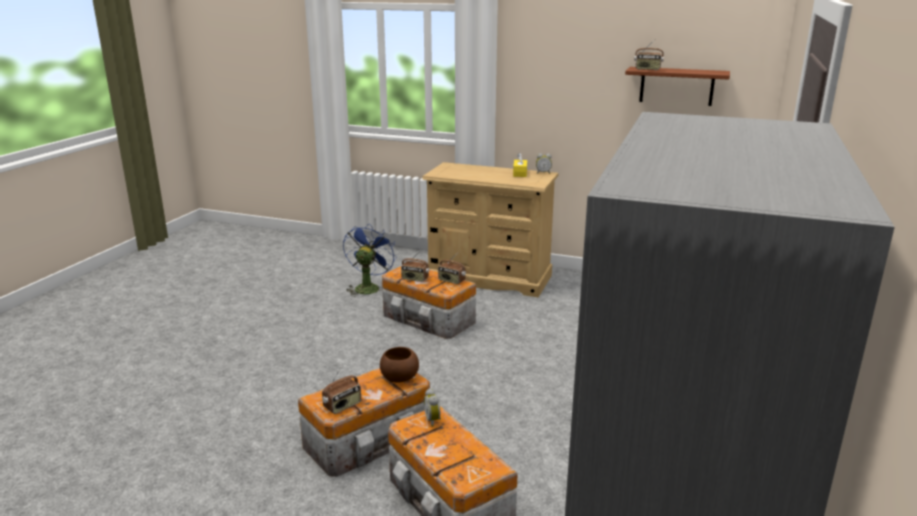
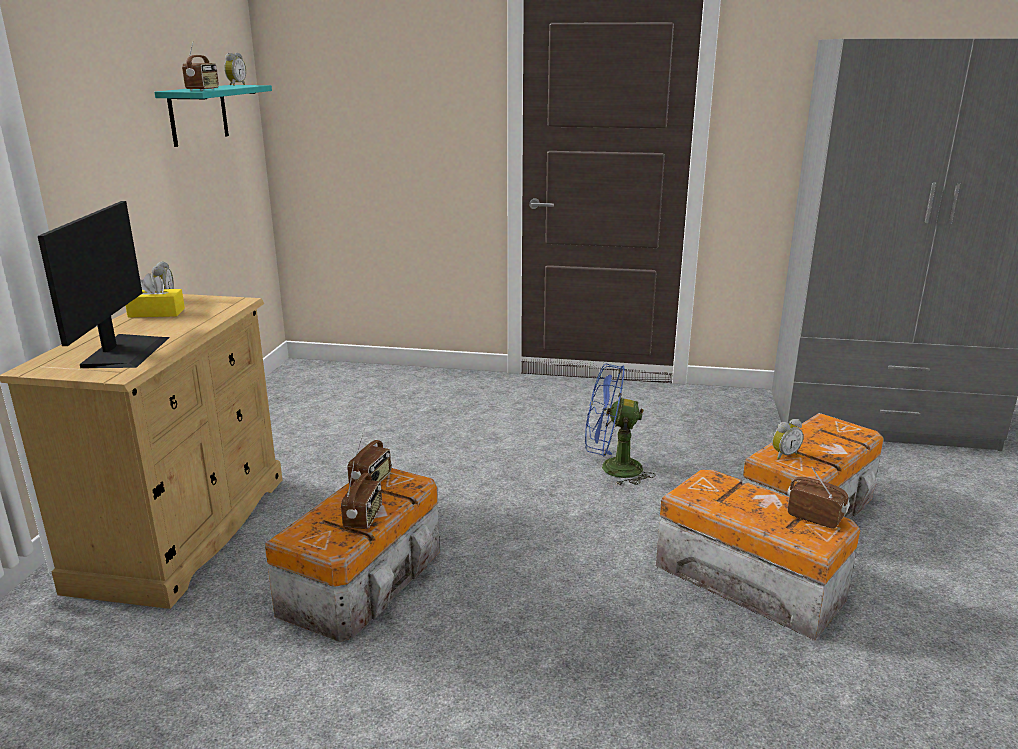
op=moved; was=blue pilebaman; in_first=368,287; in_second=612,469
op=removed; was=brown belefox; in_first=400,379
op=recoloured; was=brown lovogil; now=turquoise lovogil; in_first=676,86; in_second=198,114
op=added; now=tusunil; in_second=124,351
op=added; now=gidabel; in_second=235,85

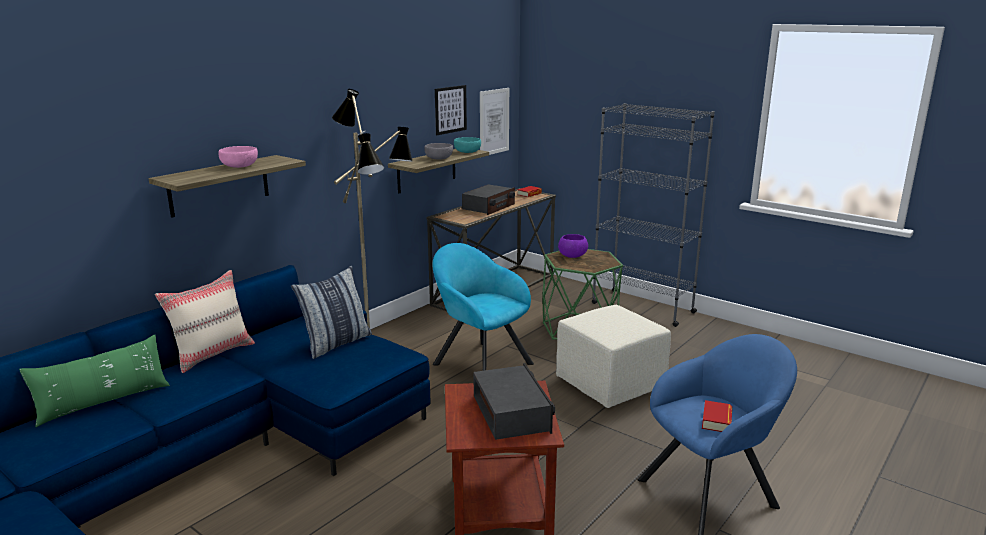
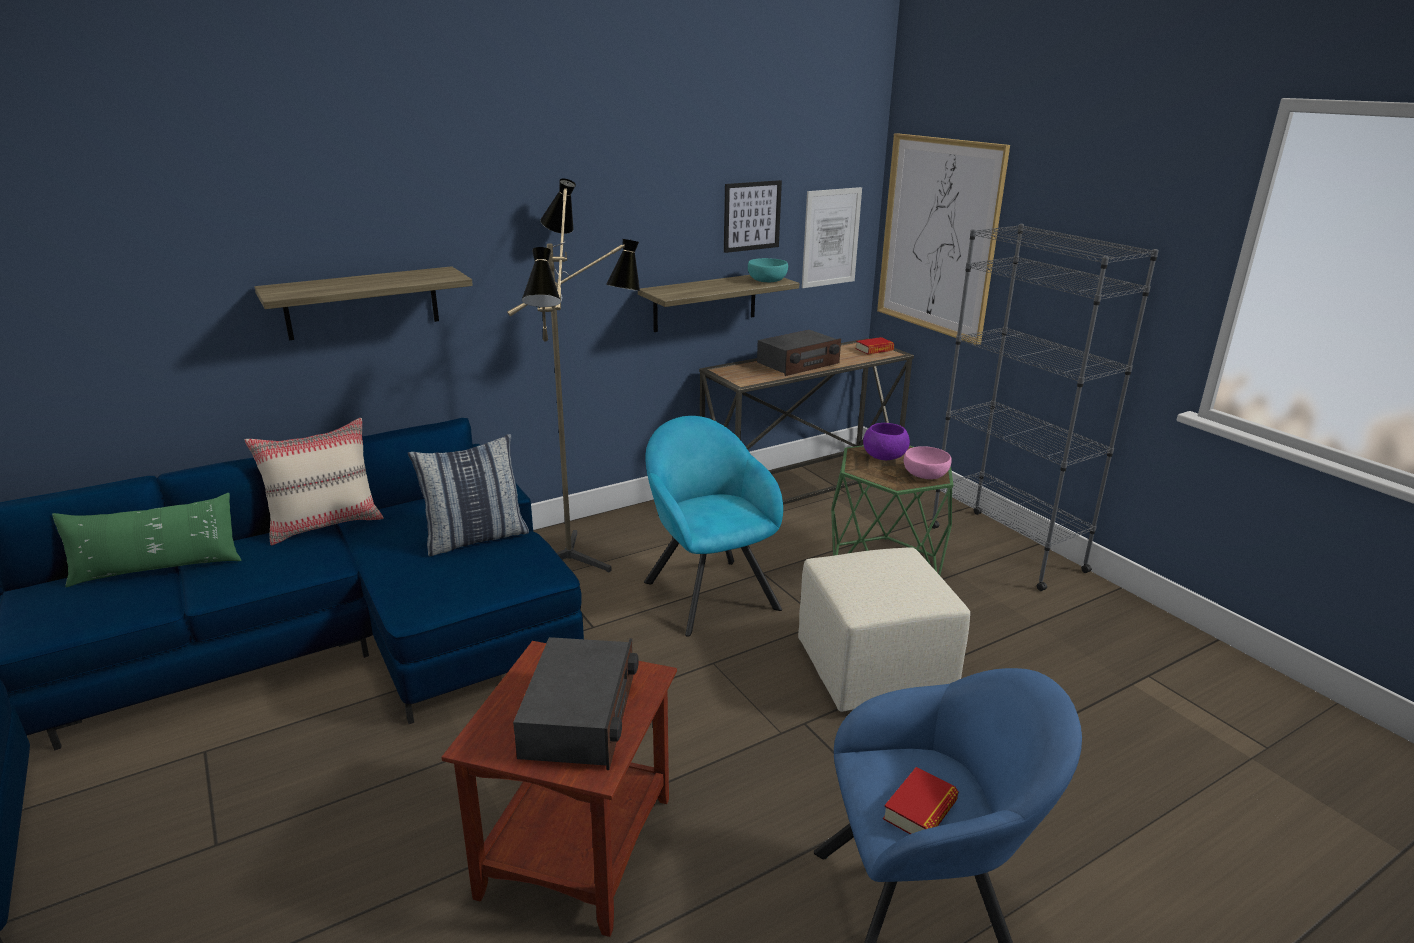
op=moved; was=pink belefox; in_first=239,166; in_second=925,474
op=removed; was=grey belefox; in_first=438,158
op=added; now=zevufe; in_second=938,236

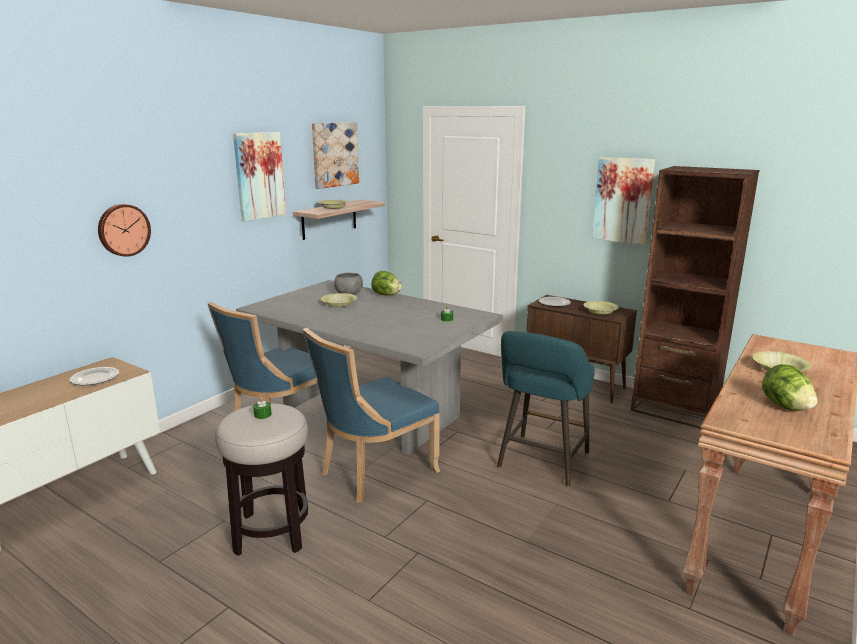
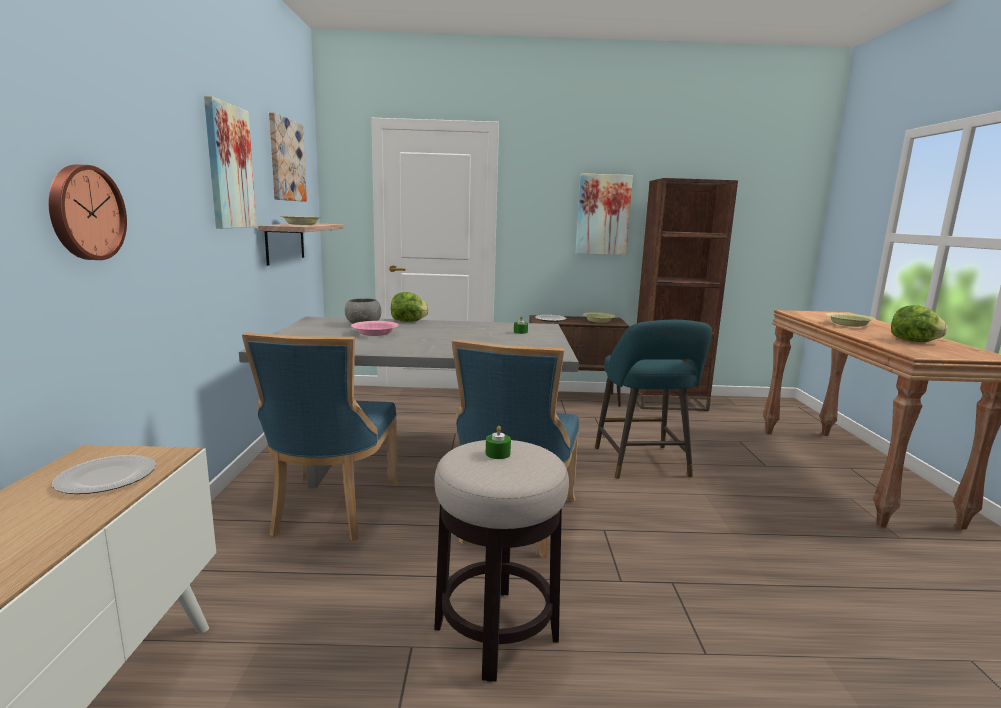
op=recoloured; was=yellow belefox; now=pink belefox; in_first=339,304; in_second=375,333

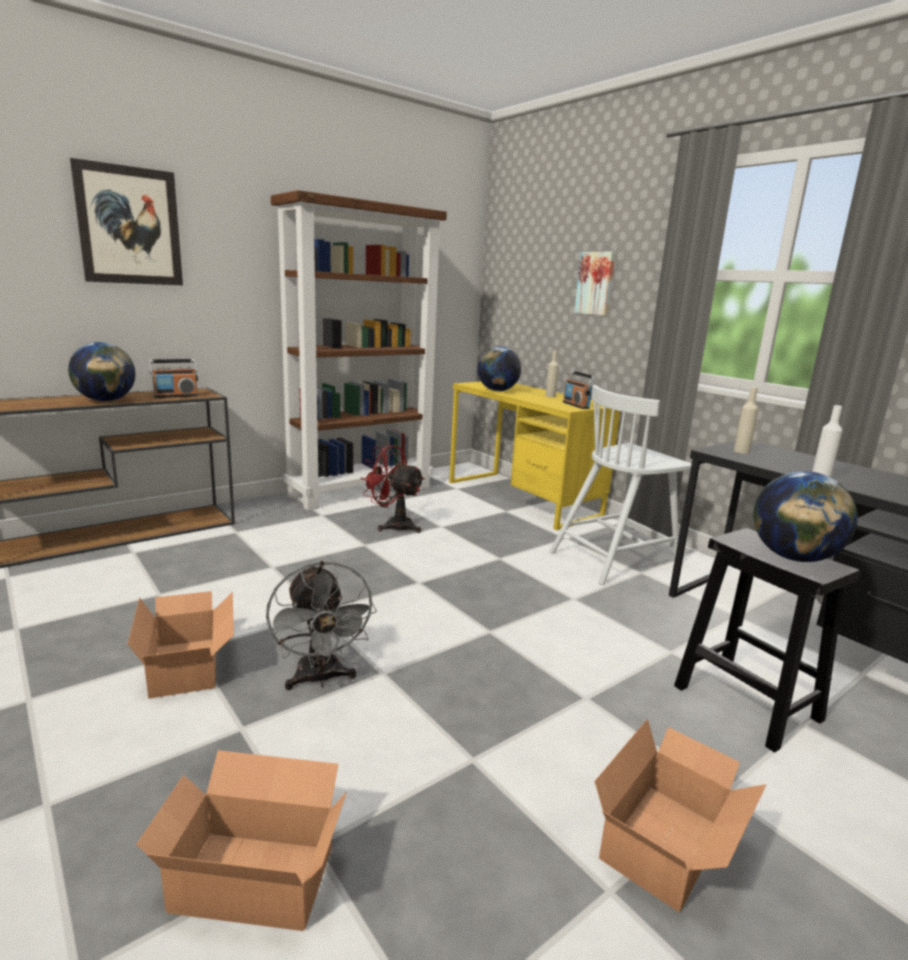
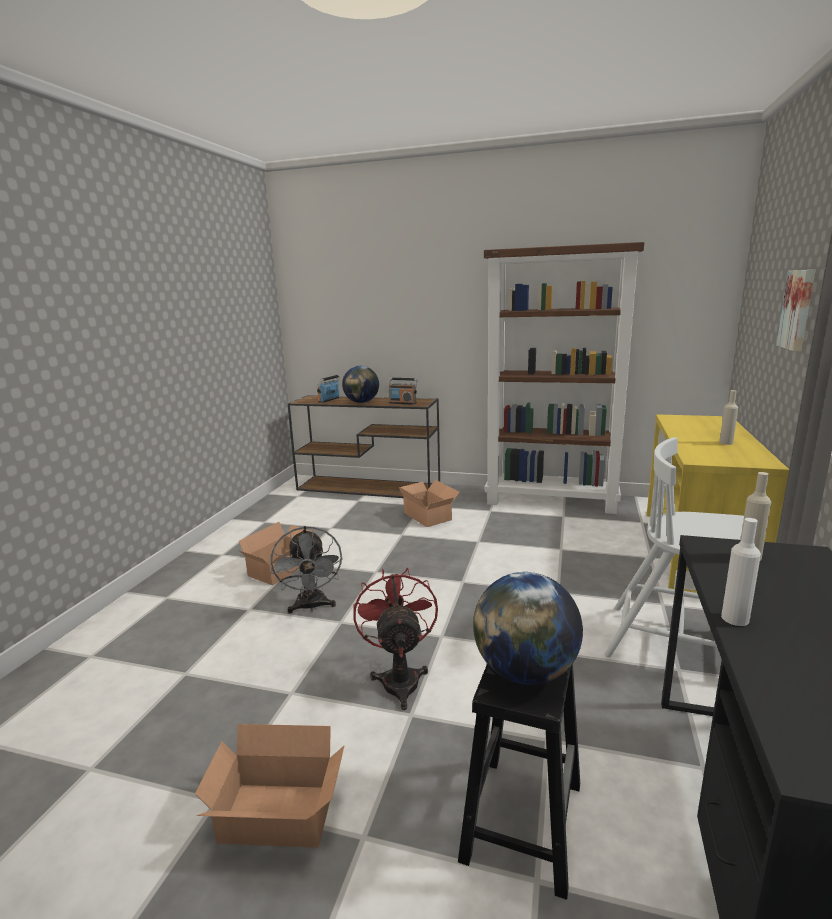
op=removed; was=zevufe; in_first=129,226
op=moved; was=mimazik; in_first=252,872; in_second=428,515
op=turned; was=grey pilebaman; in_first=320,679; in_second=311,607; clockwise=-45
op=moved; was=red pilebaman; in_first=393,525; in_second=399,678
op=removed; was=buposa; in_first=497,390
op=moved; was=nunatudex; in_first=576,405; in_second=329,400

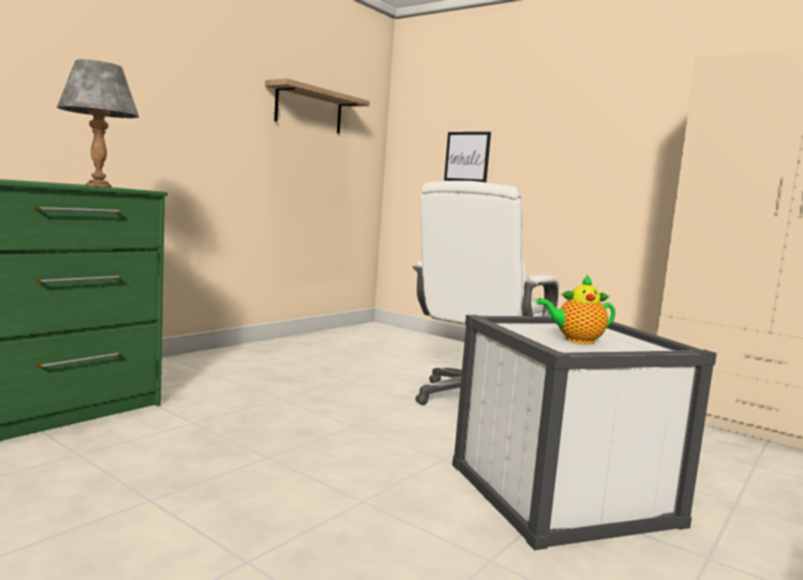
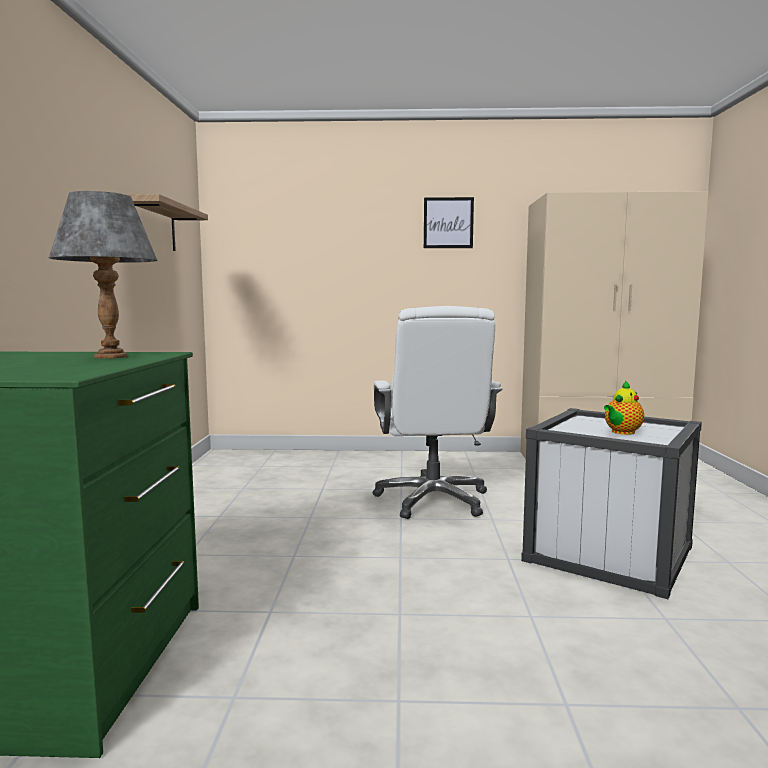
op=moved; was=zevufe; in_first=467,157; in_second=448,223

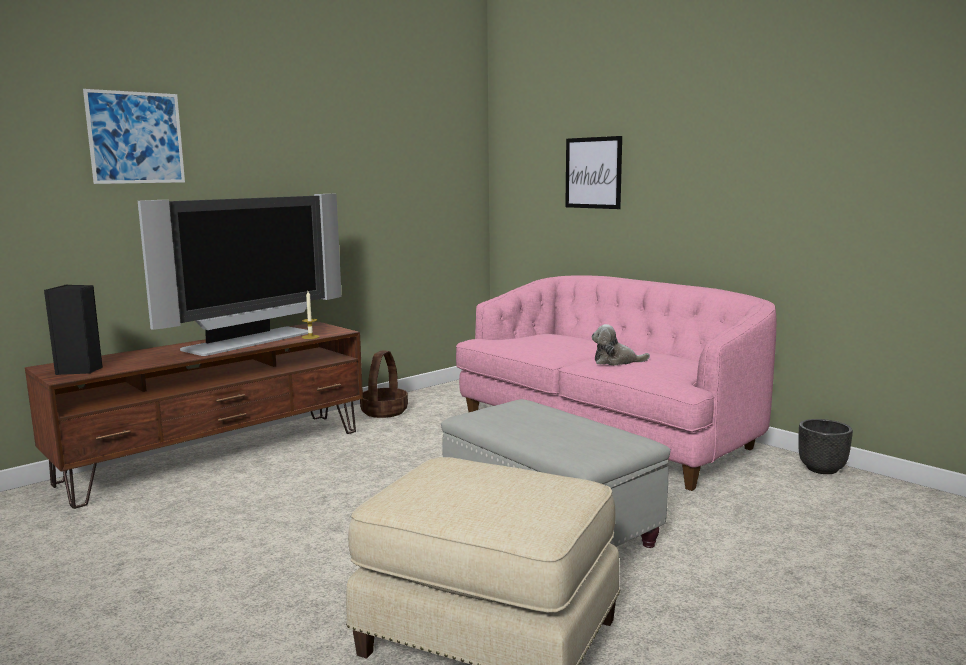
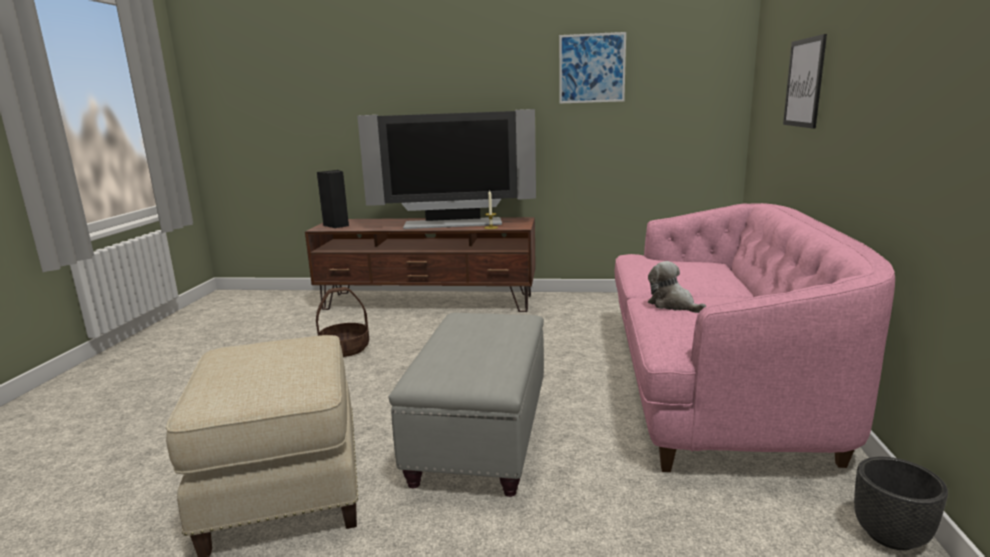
op=moved; was=zevufe; in_first=136,138; in_second=592,68
op=moved; was=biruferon; in_first=384,412; in_second=345,349

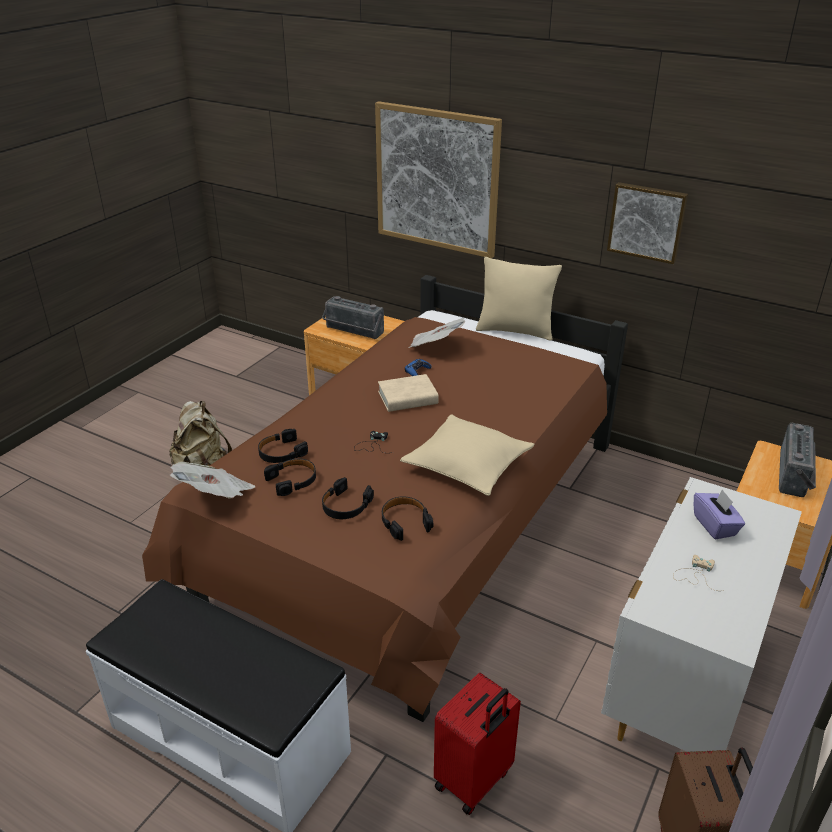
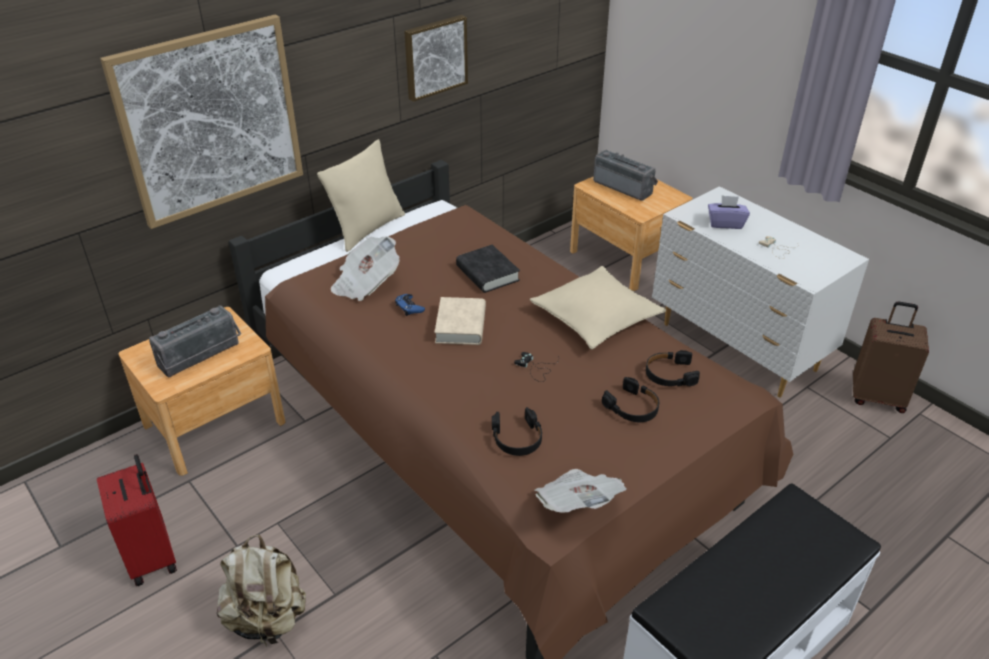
op=removed; was=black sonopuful; in_first=292,481
op=moved; was=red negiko; in_first=474,780; in_second=153,557
op=added; now=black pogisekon; in_second=487,273

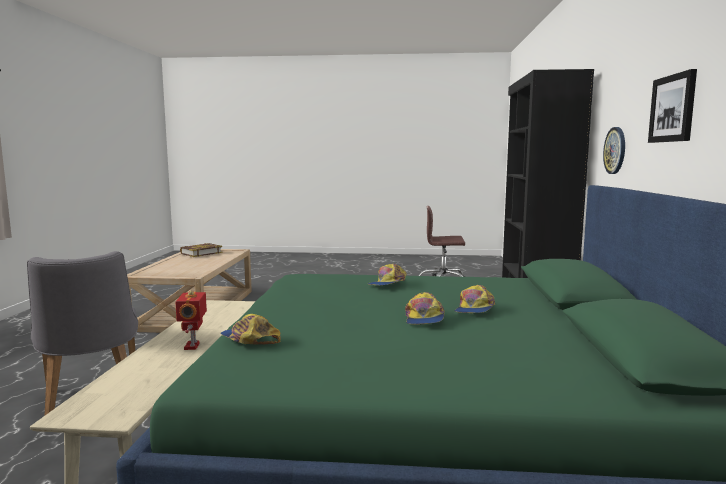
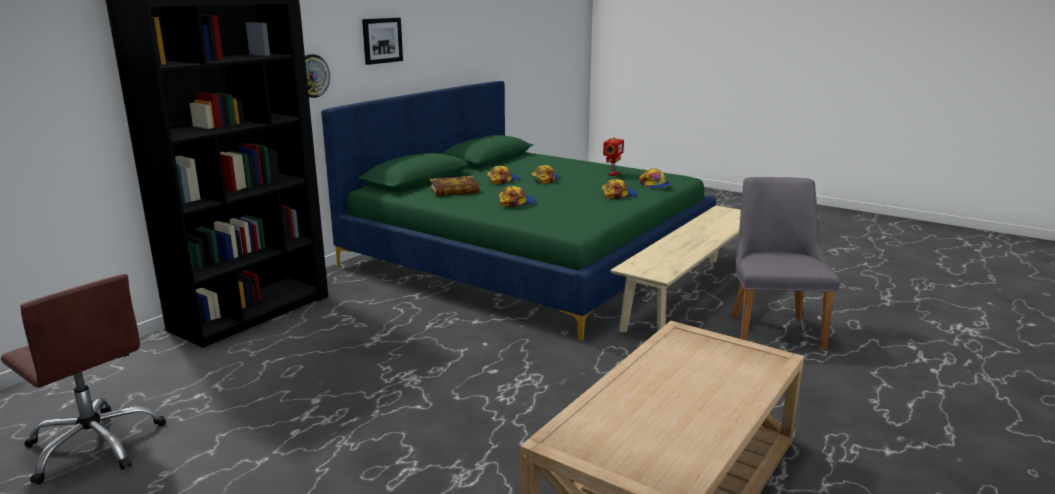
op=moved; was=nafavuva; in_first=193,346; in_second=612,174
op=moved; was=pogisekon; in_first=201,253; in_second=454,190
op=added; now=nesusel; in_second=619,195

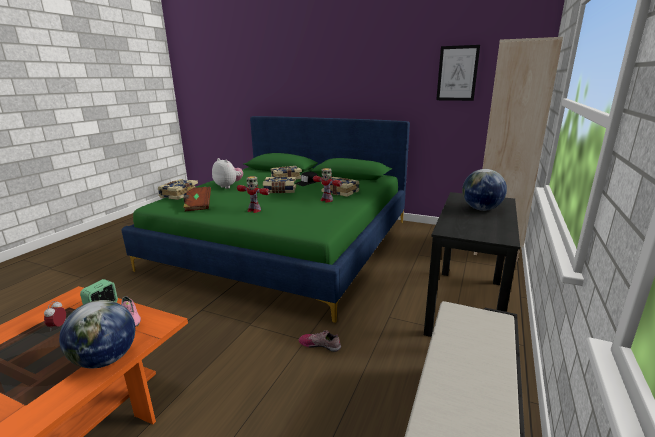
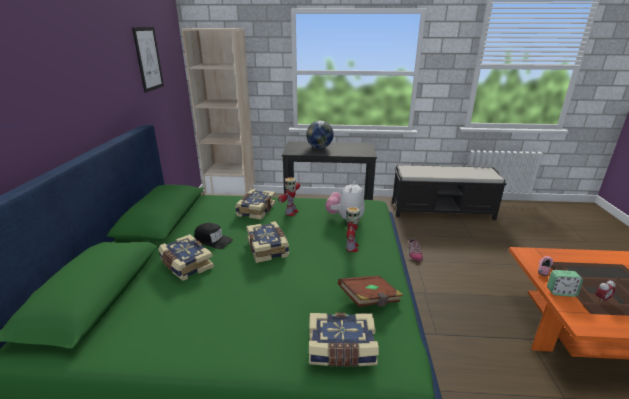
op=removed; was=buposa; in_first=105,359
op=moved; was=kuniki; in_first=228,186; in_second=345,219

